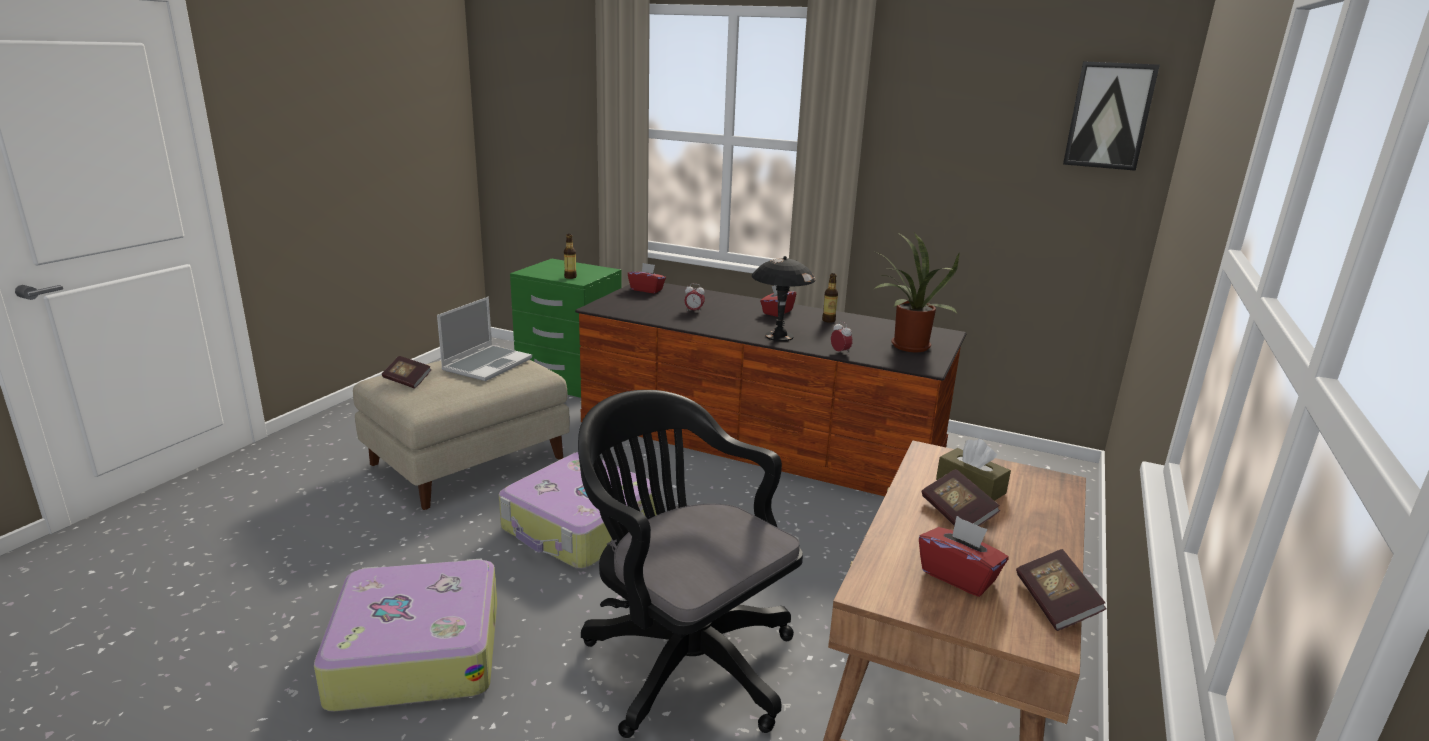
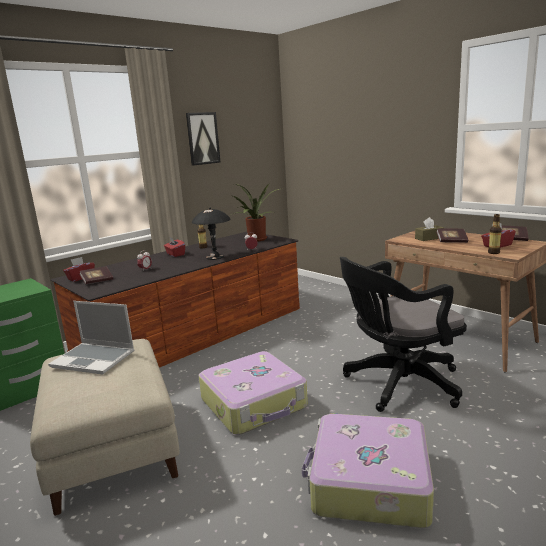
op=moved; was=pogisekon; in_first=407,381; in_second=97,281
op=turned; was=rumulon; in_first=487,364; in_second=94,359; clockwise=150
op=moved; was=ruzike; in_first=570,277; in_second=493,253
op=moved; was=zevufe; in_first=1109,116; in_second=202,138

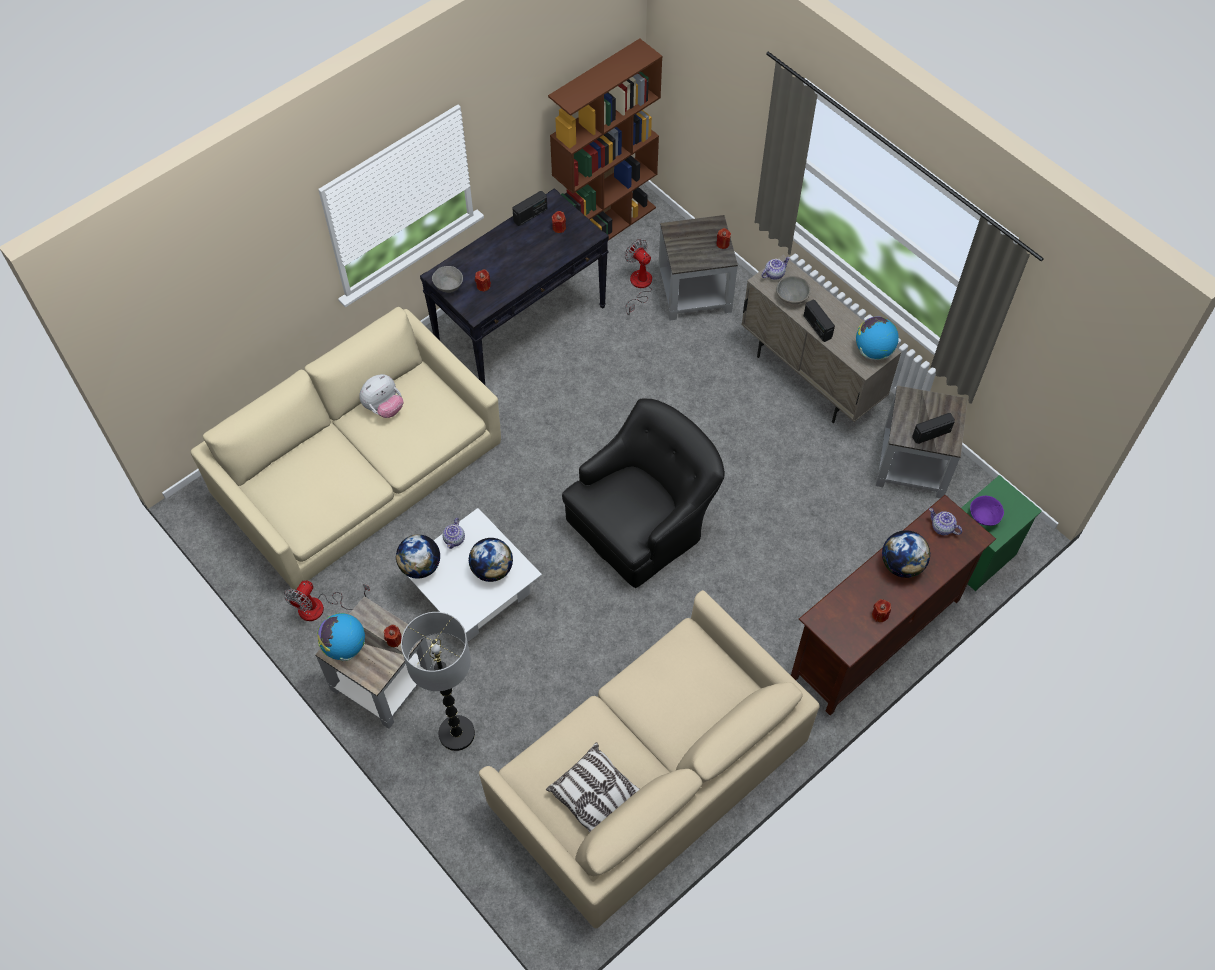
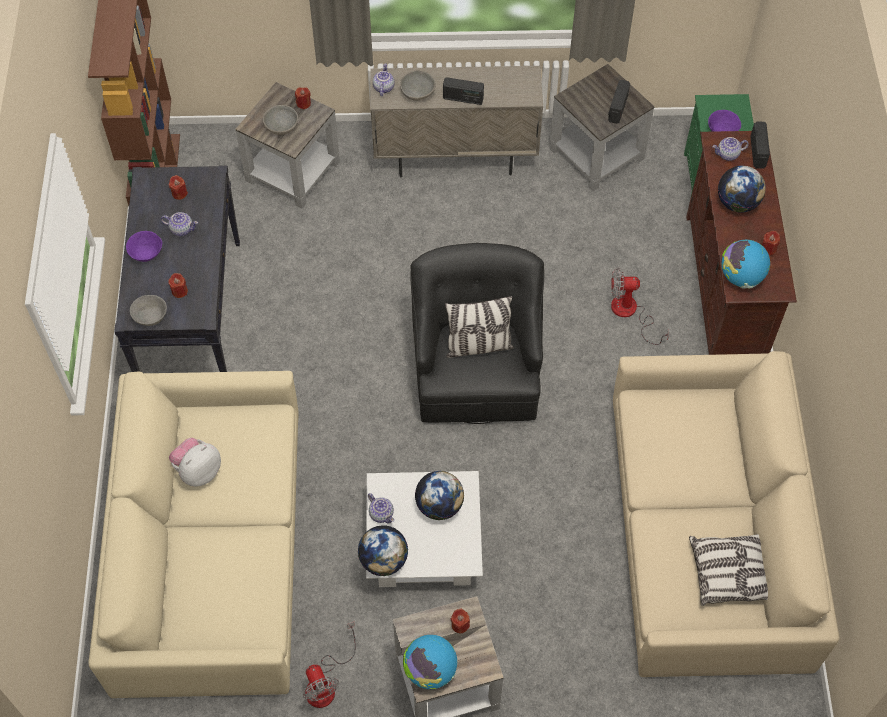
op=turned; was=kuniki; in_first=384,408; in_second=198,471; clockwise=-135
op=removed; was=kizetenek; in_first=456,733
op=moved; was=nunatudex; in_first=530,215; in_second=758,152
op=moved; was=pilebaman; in_first=639,286; in_second=630,313
op=moved; was=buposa; in_first=873,350; in_second=741,277
op=added; now=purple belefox; in_second=146,254
op=added; now=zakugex; in_second=181,229
op=added; now=grey belefox; in_second=282,127
op=added; now=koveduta; in_second=478,346

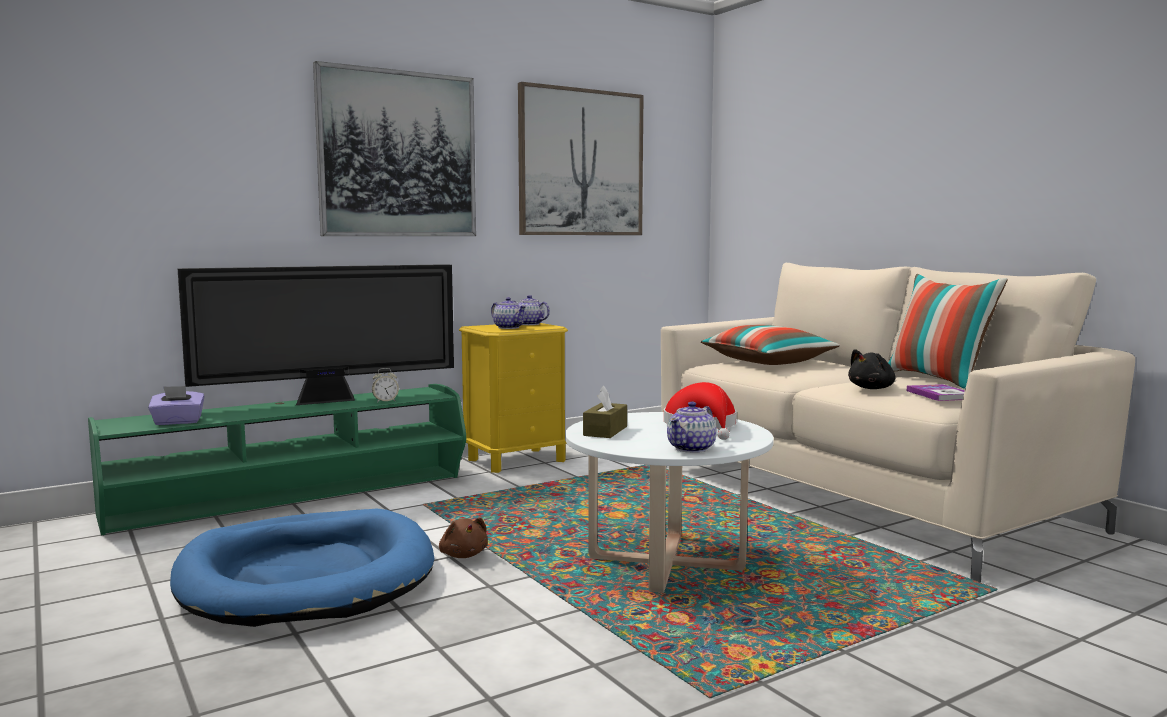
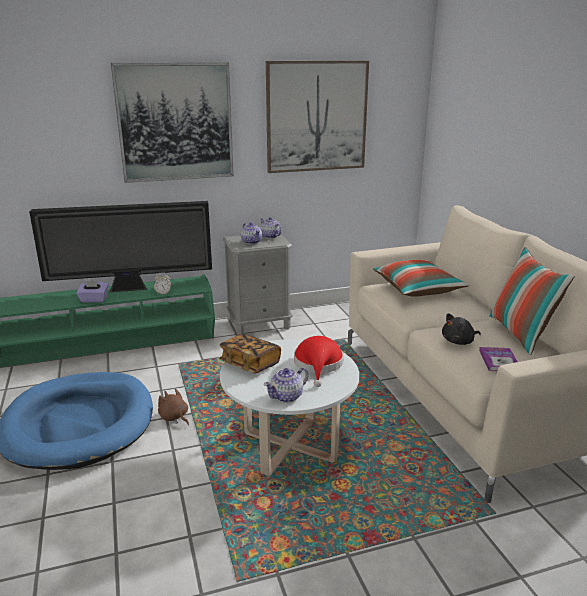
op=moved; was=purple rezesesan; in_first=178,422; in_second=94,300
op=turned; was=brown kuniki; in_first=463,555; in_second=174,417; clockwise=150
op=recoloured; was=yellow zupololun; now=grey zupololun; in_first=517,460; in_second=260,324
op=replaced; was=brown rezesesan; now=pogisekon; in_first=605,431; in_second=250,364

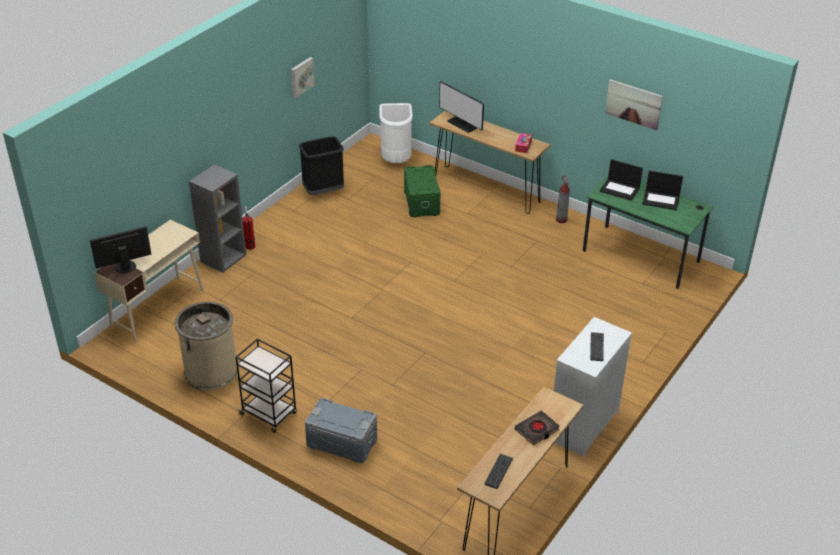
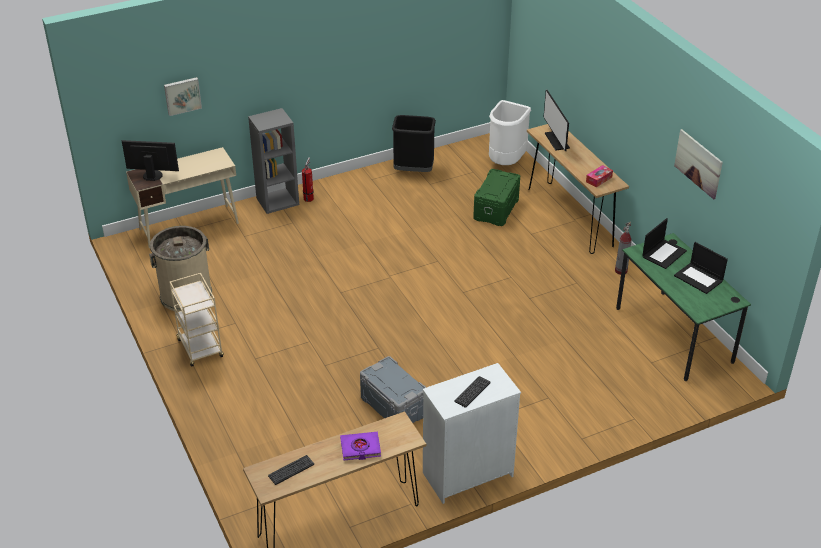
op=recoloured; was=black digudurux; now=beige digudurux; in_first=269,414; in_second=200,349
op=moved; was=zevufe; in_first=301,76; in_second=182,95
op=moved; was=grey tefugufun; in_first=342,442; in_second=394,406
op=recoloured; was=black pogisekon; now=purple pogisekon; in_first=537,430; in_second=360,448
op=turned; was=rumulon; in_first=620,189; in_second=664,253; clockwise=-105

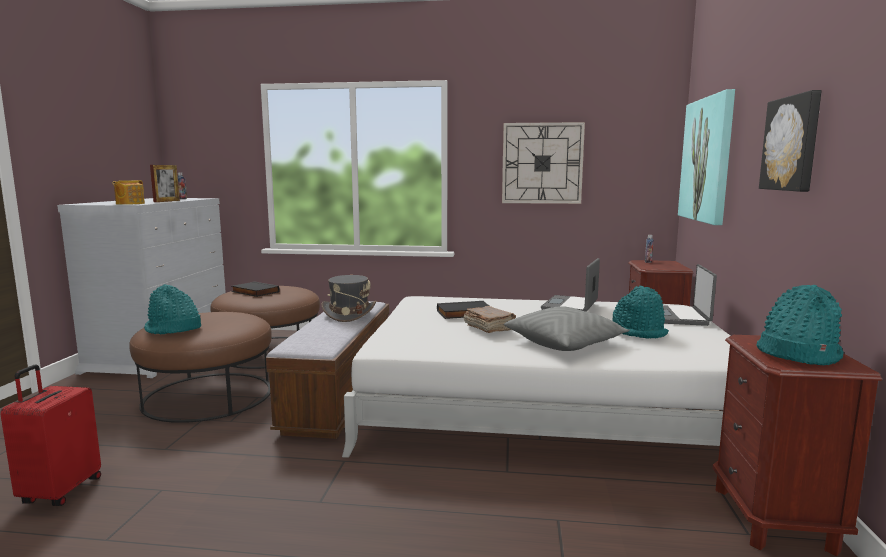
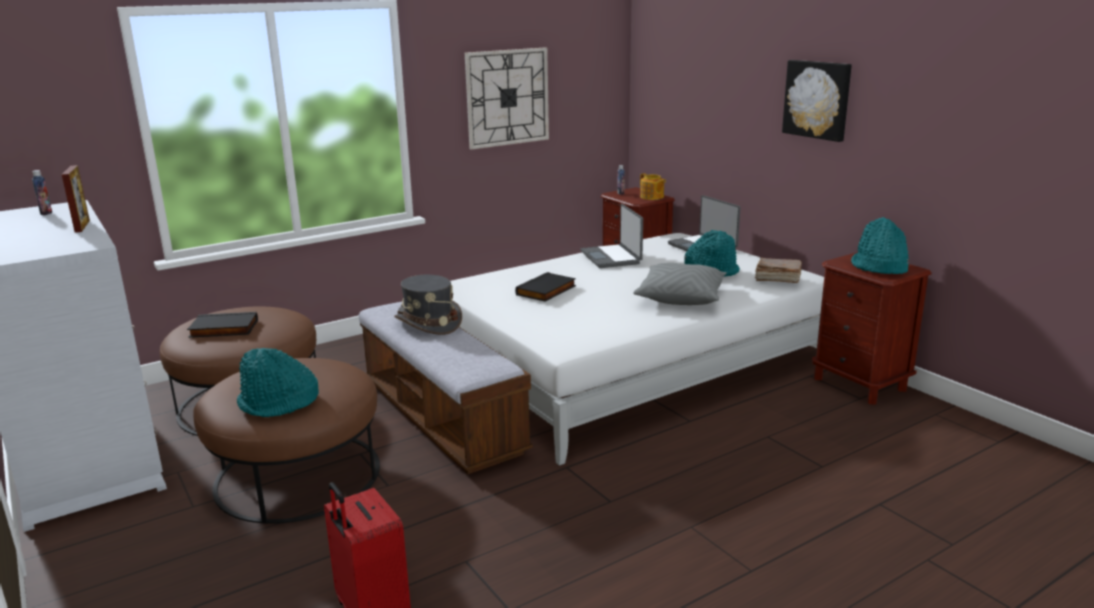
op=moved; was=zakugex; in_first=129,204; in_second=652,197
op=moved; was=brown pogisekon; in_first=488,328; in_second=777,279
op=removed; was=zevufe; in_first=707,160

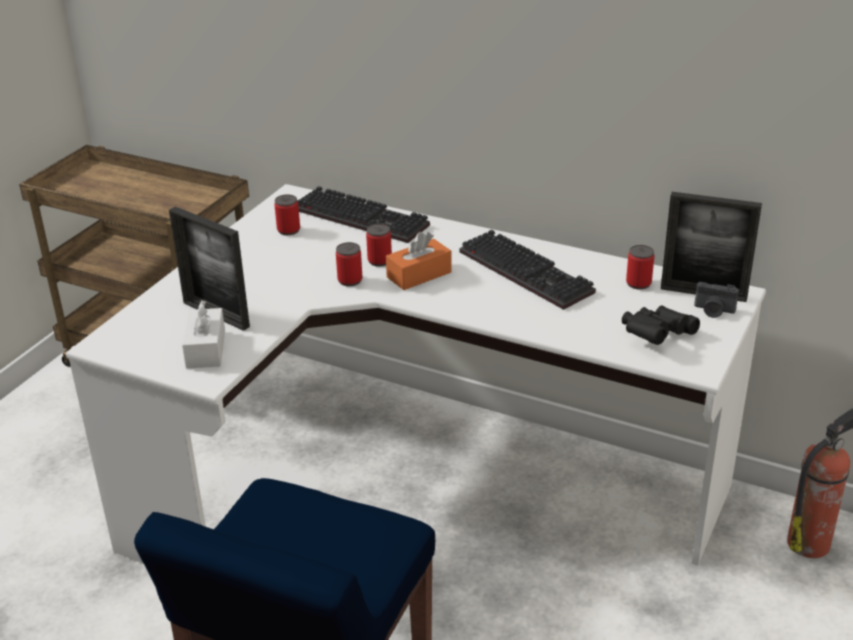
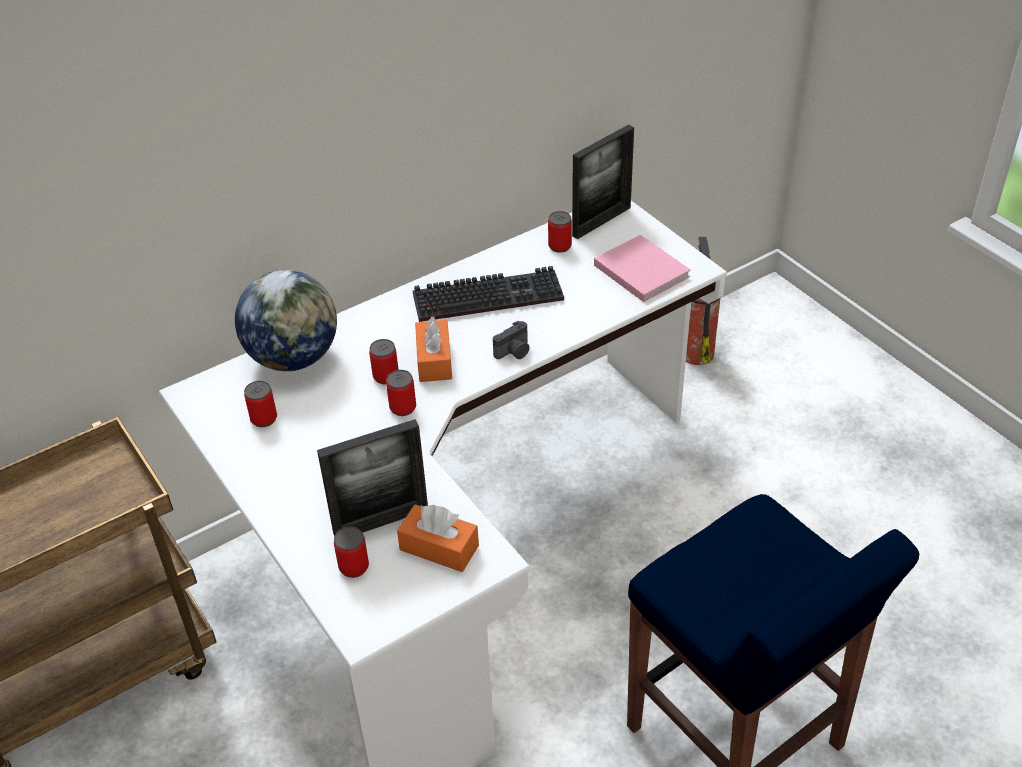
op=recoloured; was=white rezesesan; now=orange rezesesan; in_first=206,349; in_second=439,547
op=replaced; was=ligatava; now=buposa; in_first=365,217; in_second=294,358
op=replaced; was=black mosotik; now=pink pogisekon; in_first=656,336; in_second=639,269
op=moved; was=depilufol; in_first=713,311; in_second=514,352
op=added; now=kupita; in_second=354,567

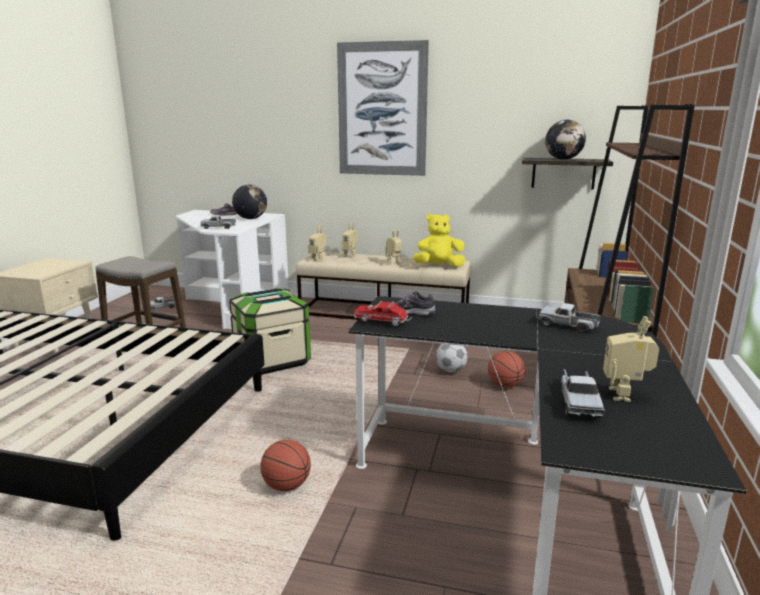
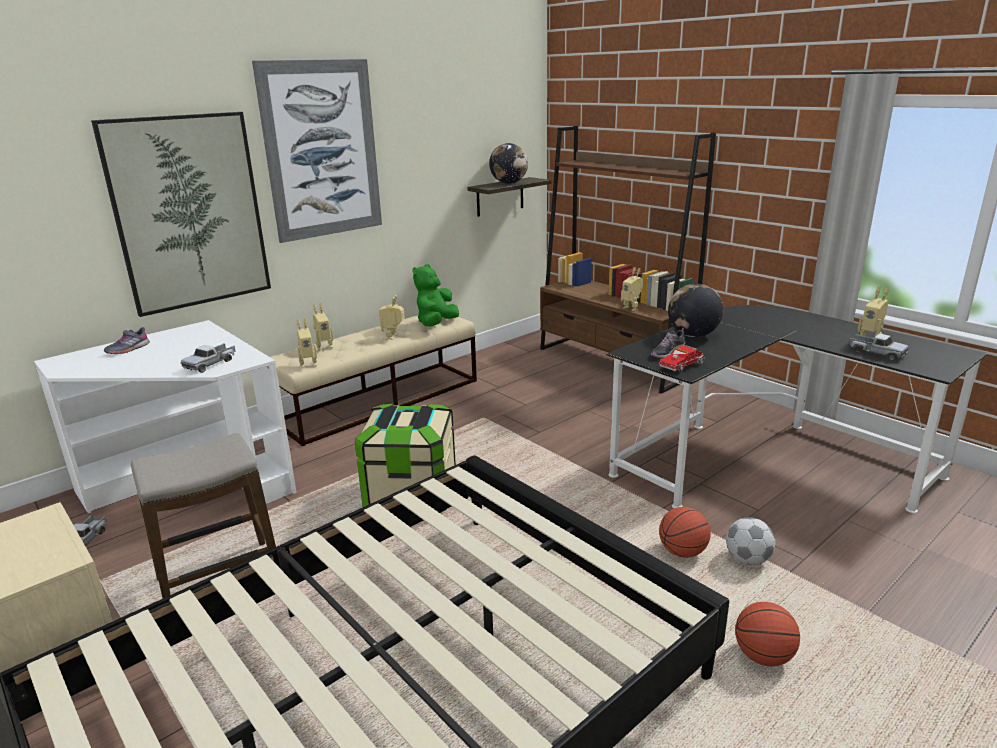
op=moved; was=buposa; in_first=251,218; in_second=693,335
op=recoloured; was=yellow kuniki; now=green kuniki; in_first=438,266; in_second=436,324
op=moved; was=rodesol; in_first=451,370; in_second=747,559
op=moved; was=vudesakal; in_first=505,385; in_second=763,656
op=removed; was=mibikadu; in_first=568,325
op=added; now=zevufe; in_second=189,213
op=added; now=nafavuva; in_second=631,308

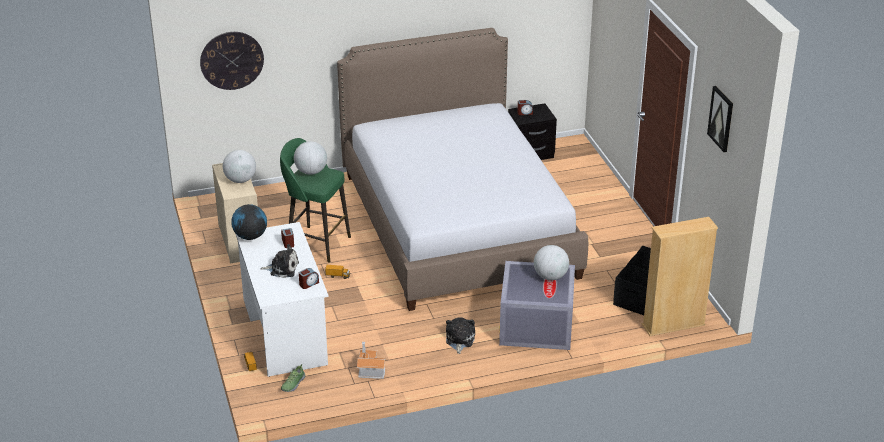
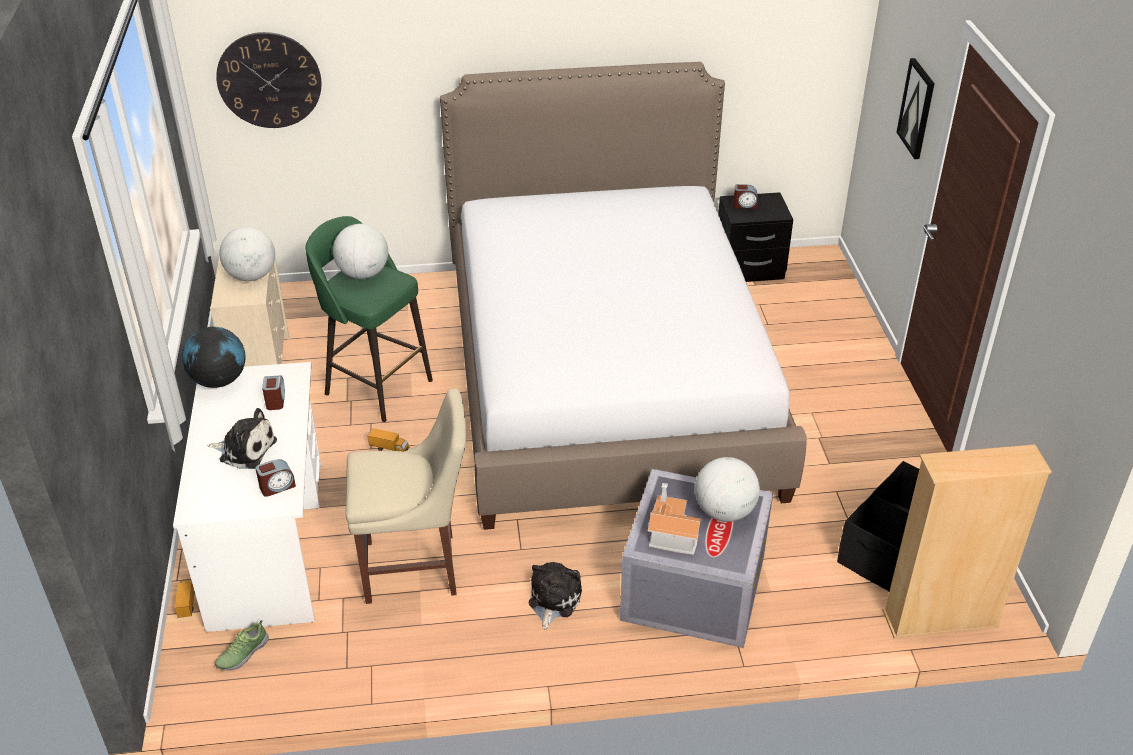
op=moved; was=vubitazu; in_first=369,369; in_second=670,533
op=moved; was=zevufe; in_first=721,118; in_second=917,108
op=added; now=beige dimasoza; in_second=416,568

